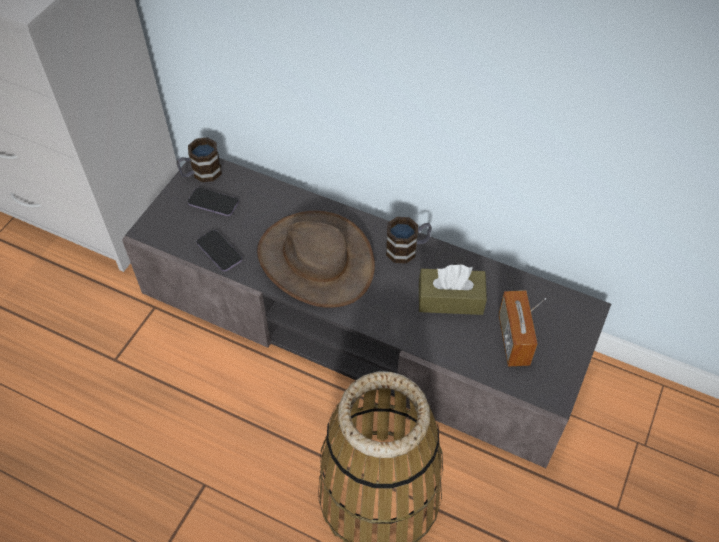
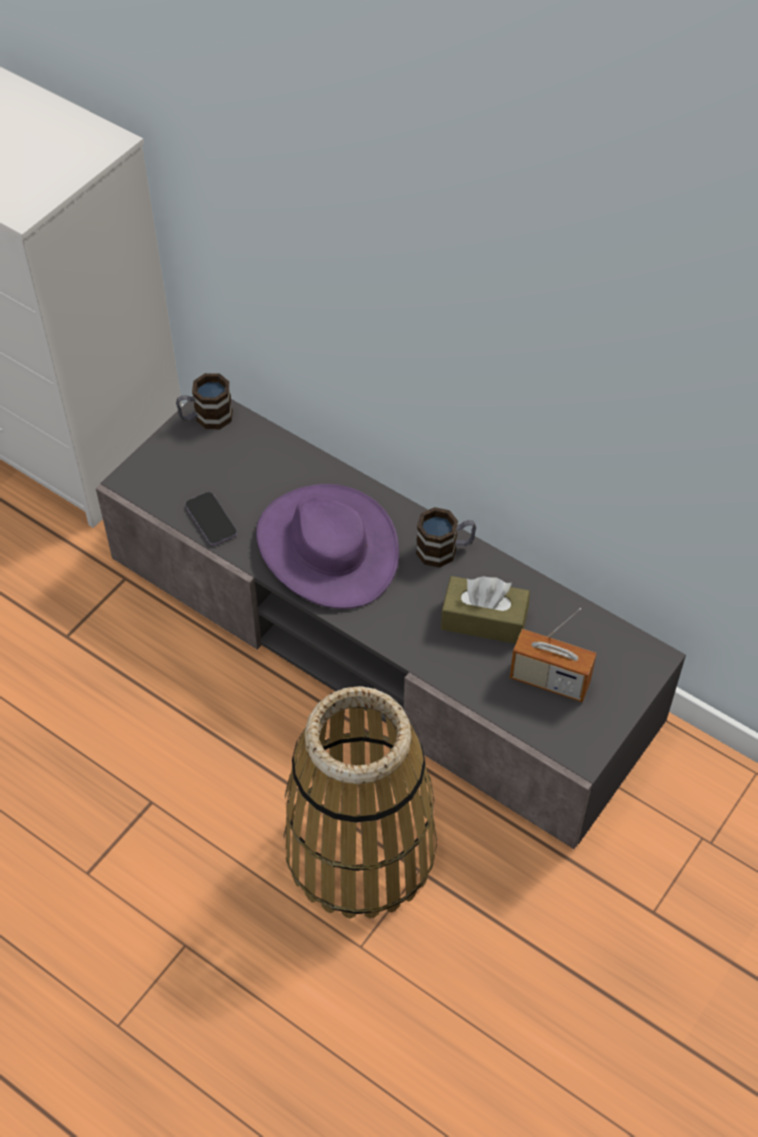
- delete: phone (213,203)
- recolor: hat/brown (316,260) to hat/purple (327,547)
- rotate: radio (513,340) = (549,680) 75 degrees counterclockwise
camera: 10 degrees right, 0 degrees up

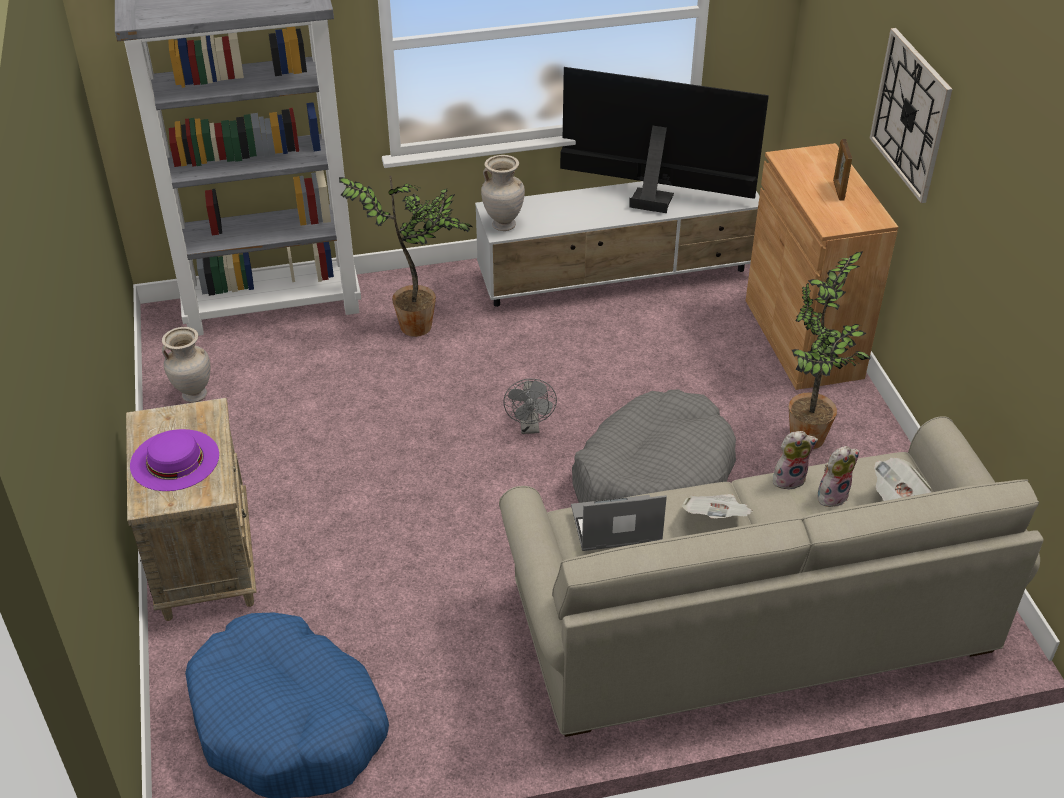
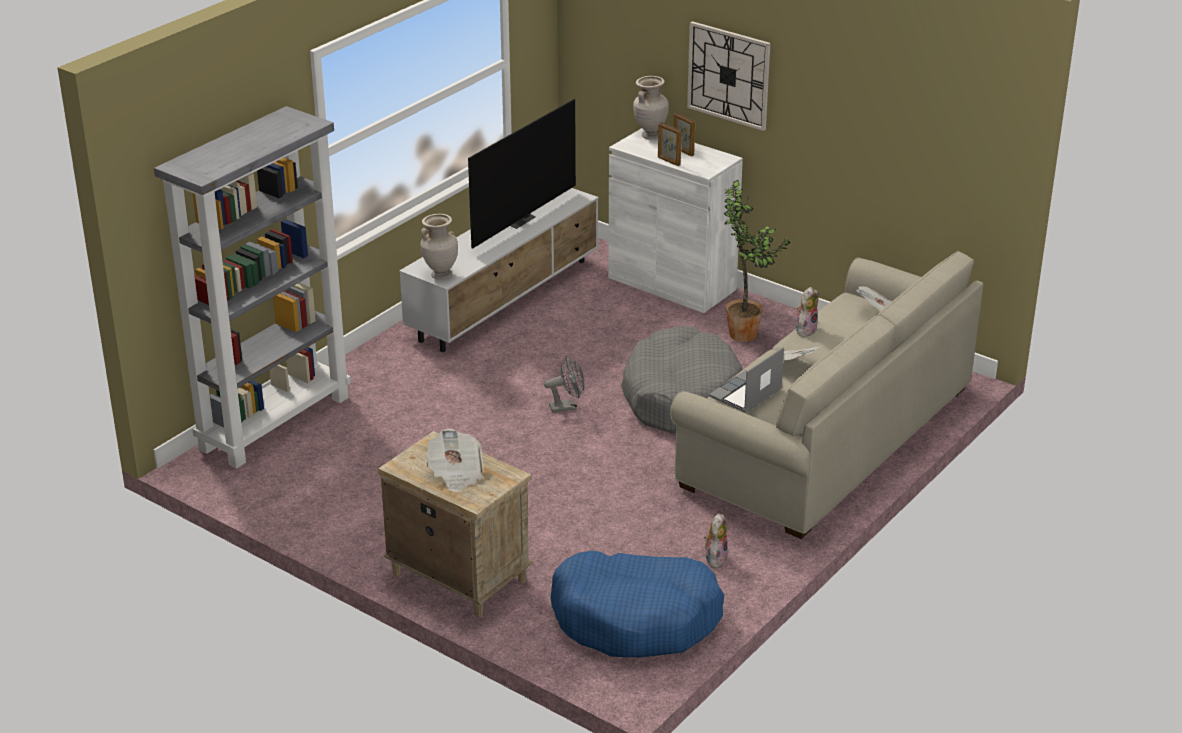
- delete: potted plant (421,325)
- insert: picture frame (668,161)
- move: vase/beige (194,395) to (650,135)
- move: plush toy (832,495) to (715,558)
- replace: hat/purple (174,460) to newspaper (455,474)
- recolor: cabinet/brown (803,338) to cabinet/white (672,284)
- rotate: fan/grey (530,427) = (567,407) 60 degrees counterclockwise
- rotate: television (652,196) = (518,219) 150 degrees clockwise
camera: 40 degrees left, 10 degrees down

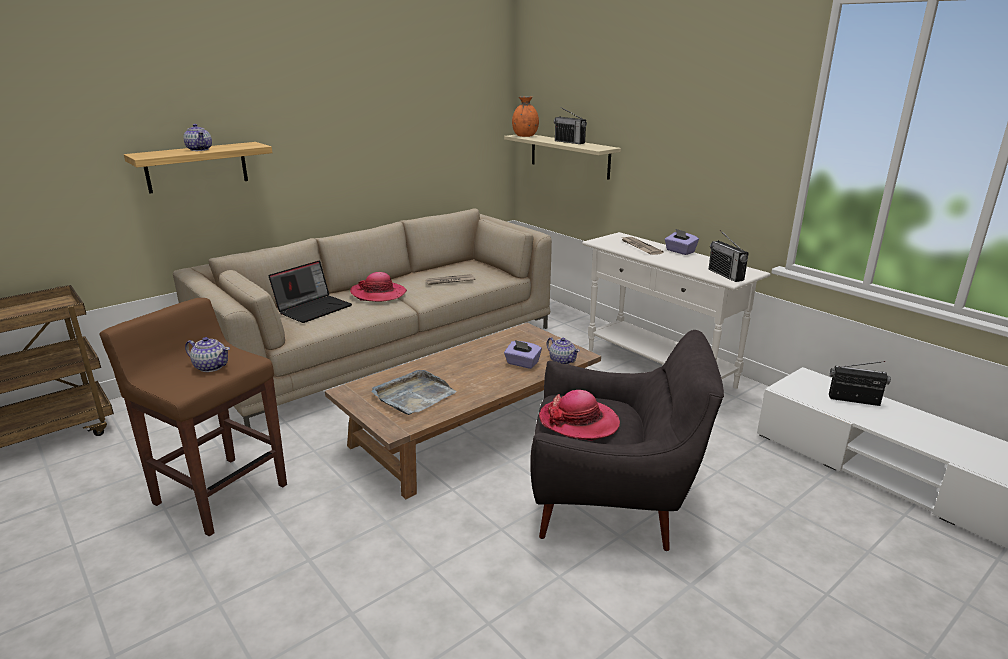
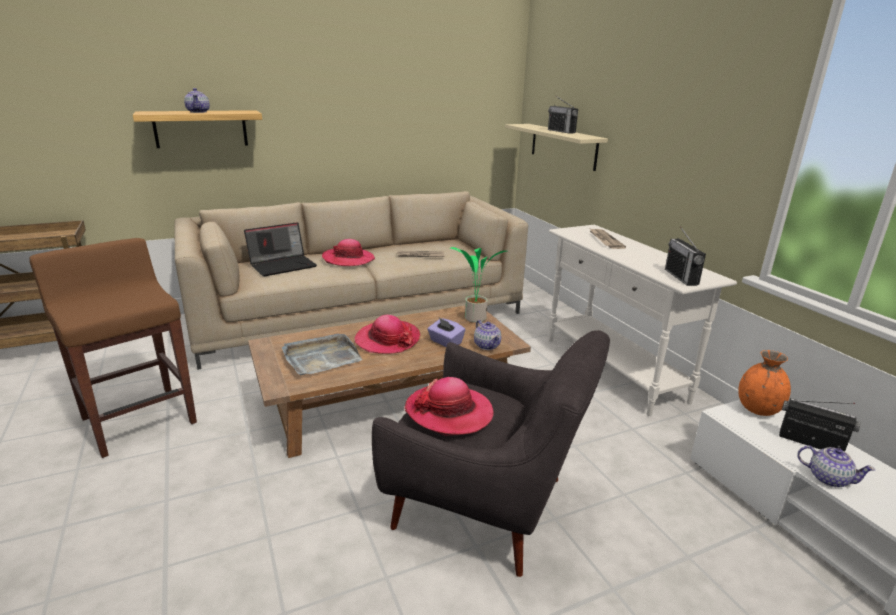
- delete: tissue box/purple (680,251)
- insert: hat (387,340)
- insert: potted plant (474,319)
- move: teapot (211,366) to (827,478)
- move: vase/orange (525,136) to (758,410)
camera: 15 degrees right, 0 degrees up

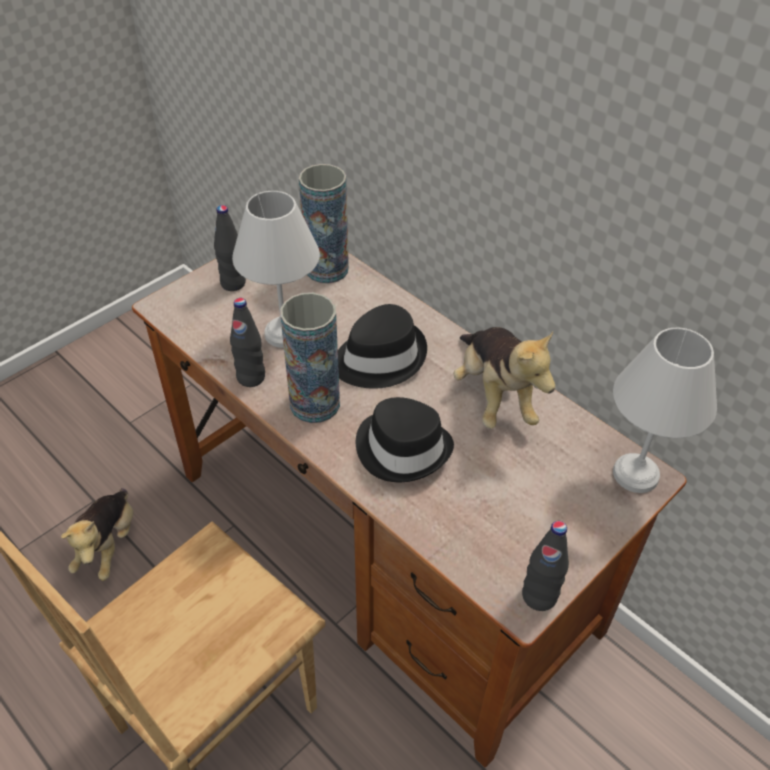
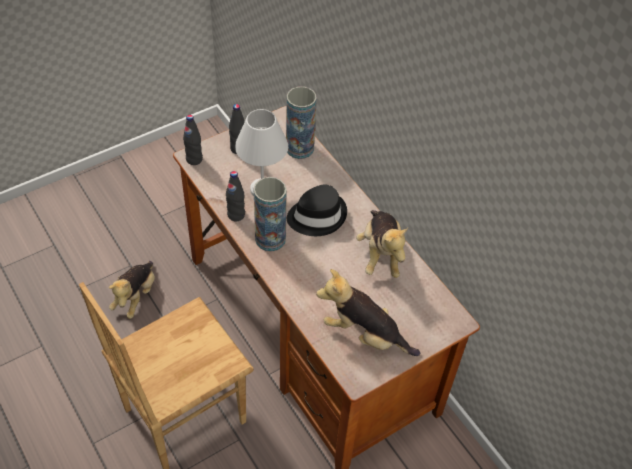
- delete: hat/black (403,448)
- delete: table lamp/white (636,472)
- insert: plush toy (364,334)
- move: bottle/black (539,596) to (194,159)
camera: 10 degrees right, 5 degrees up

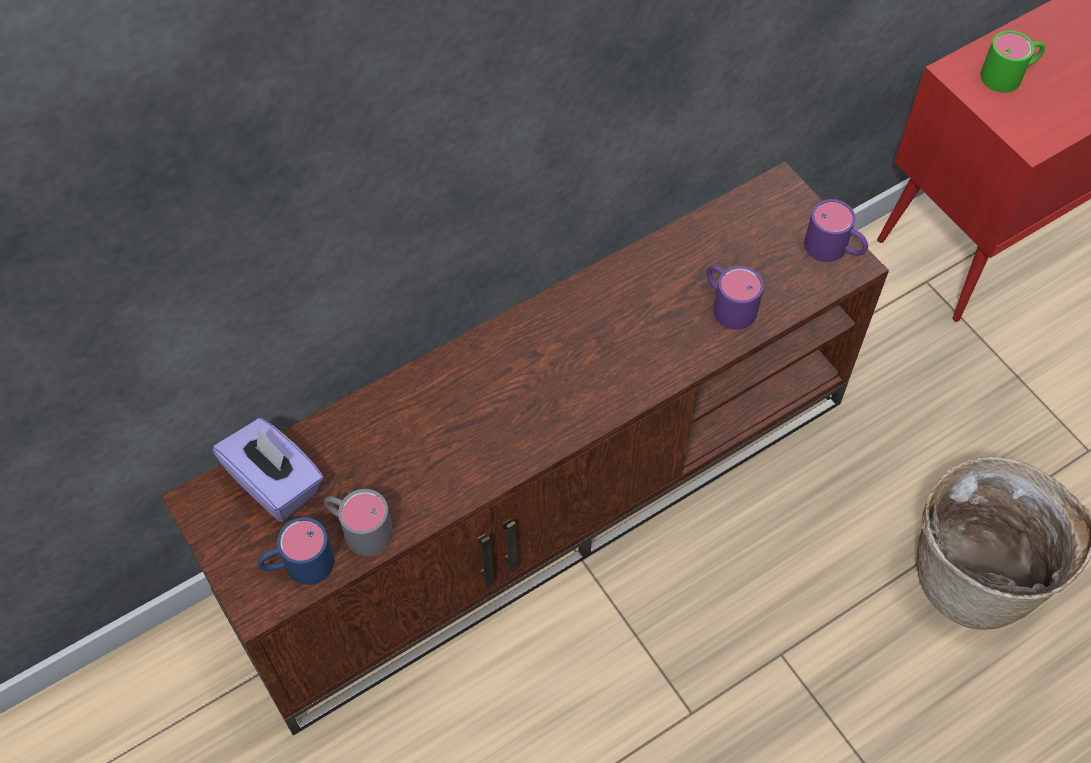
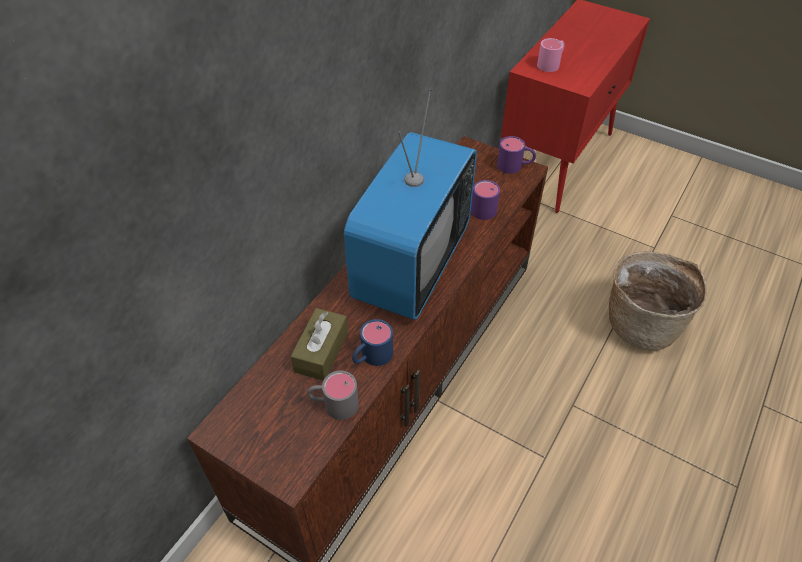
- delete: tissue box/purple (275,483)
- insert: tissue box/brown (321,351)
- insert: television (411,264)
- move: mug/blue (298,565) to (371,357)
- recolor: mug/green (1009,74) to mug/pink (551,64)
camera: 25 degrees left, 10 degrees down

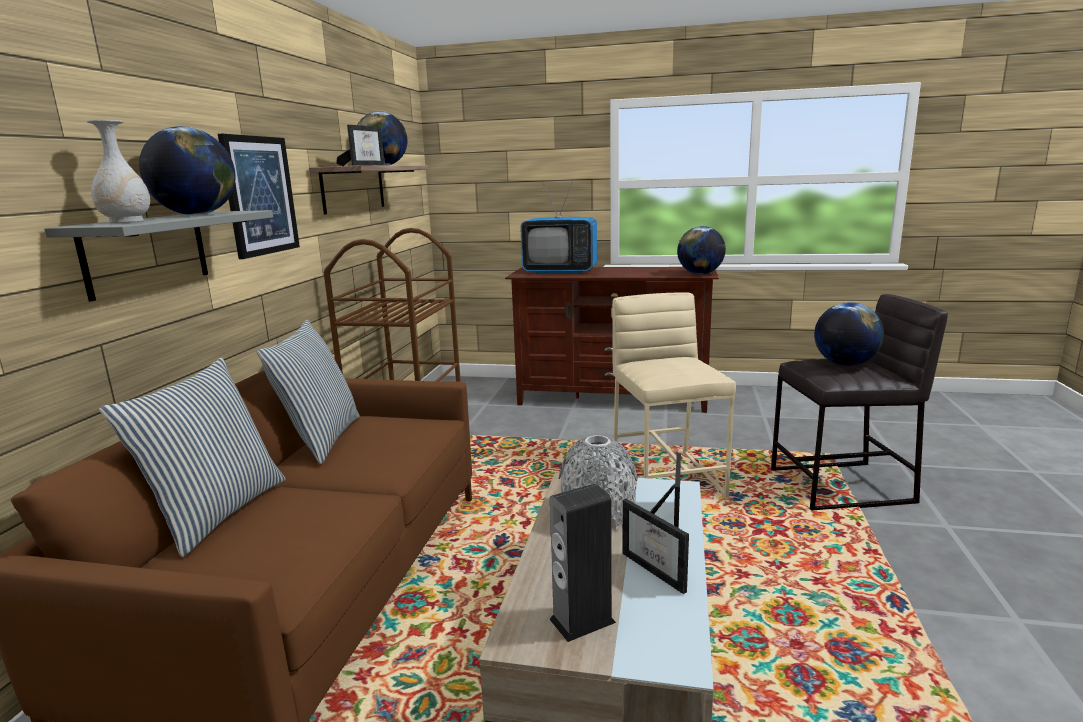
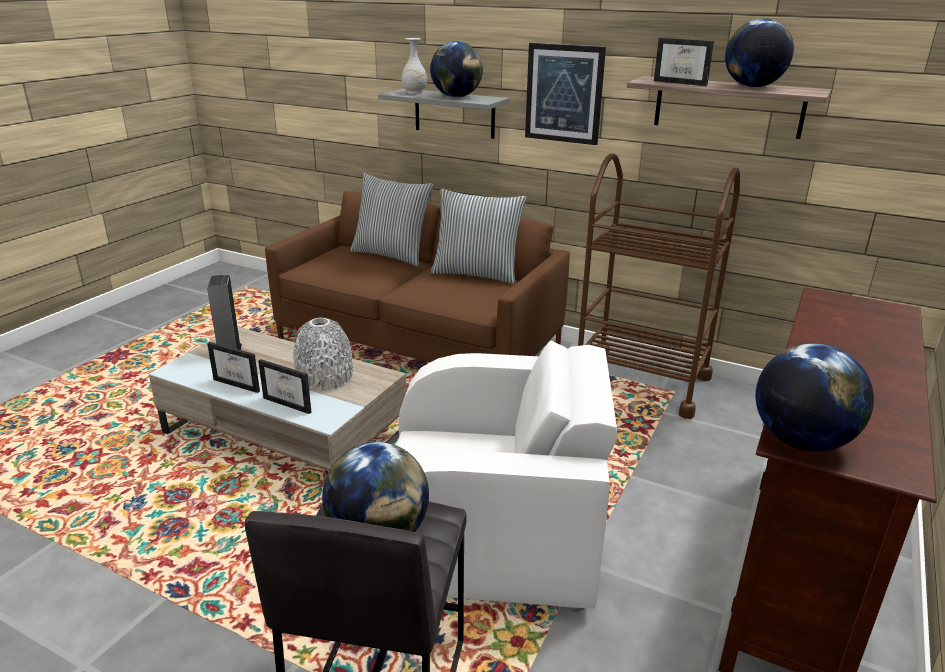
- delete: television (560,272)
- replace: stool/beige (667,478) to armchair/white (490,533)
- rotate: picture frame (660,569) = (241,383) 135 degrees counterclockwise
camera: 105 degrees right, 10 degrees up

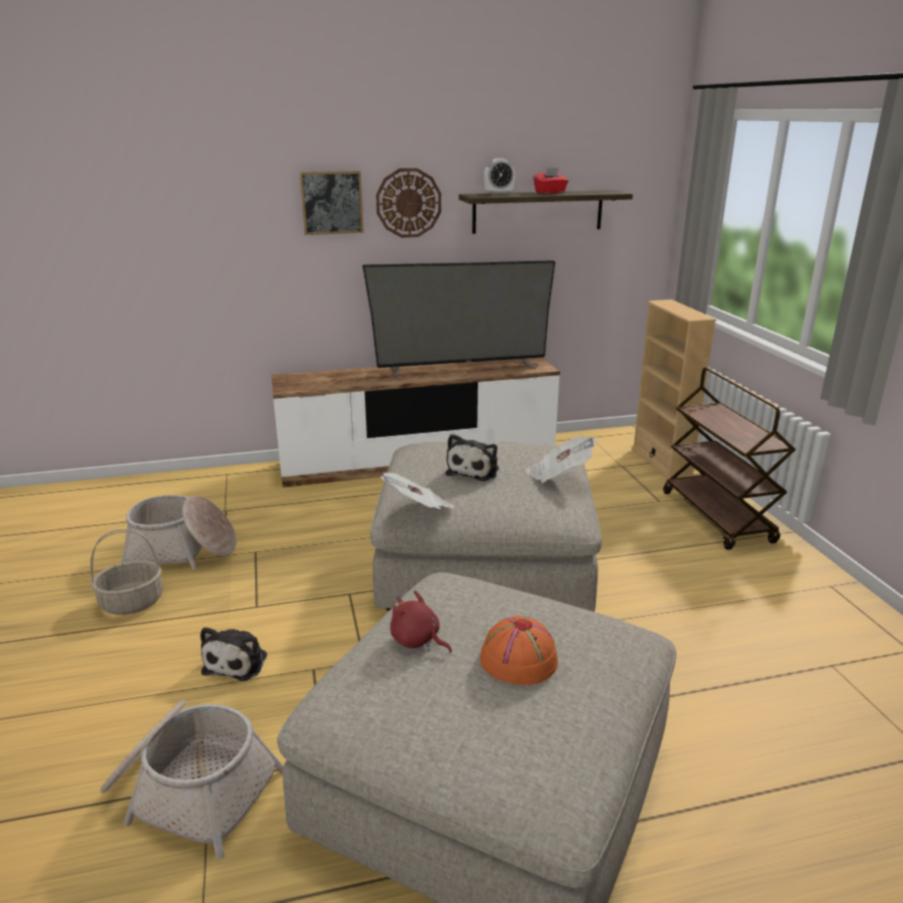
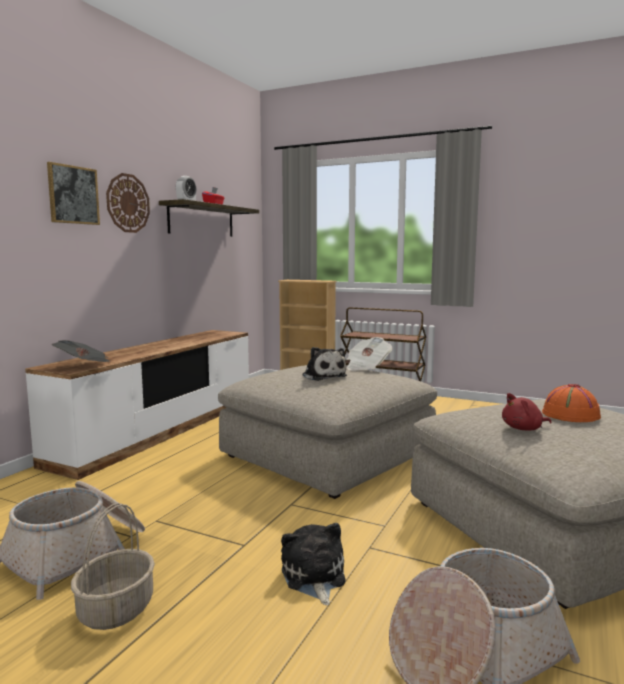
- delete: television (461,368)
- move: newspaper (418,508) to (84,366)
- rotate: plush toy (238,661) = (313,577) 150 degrees counterclockwise
camera: 50 degrees left, 15 degrees down

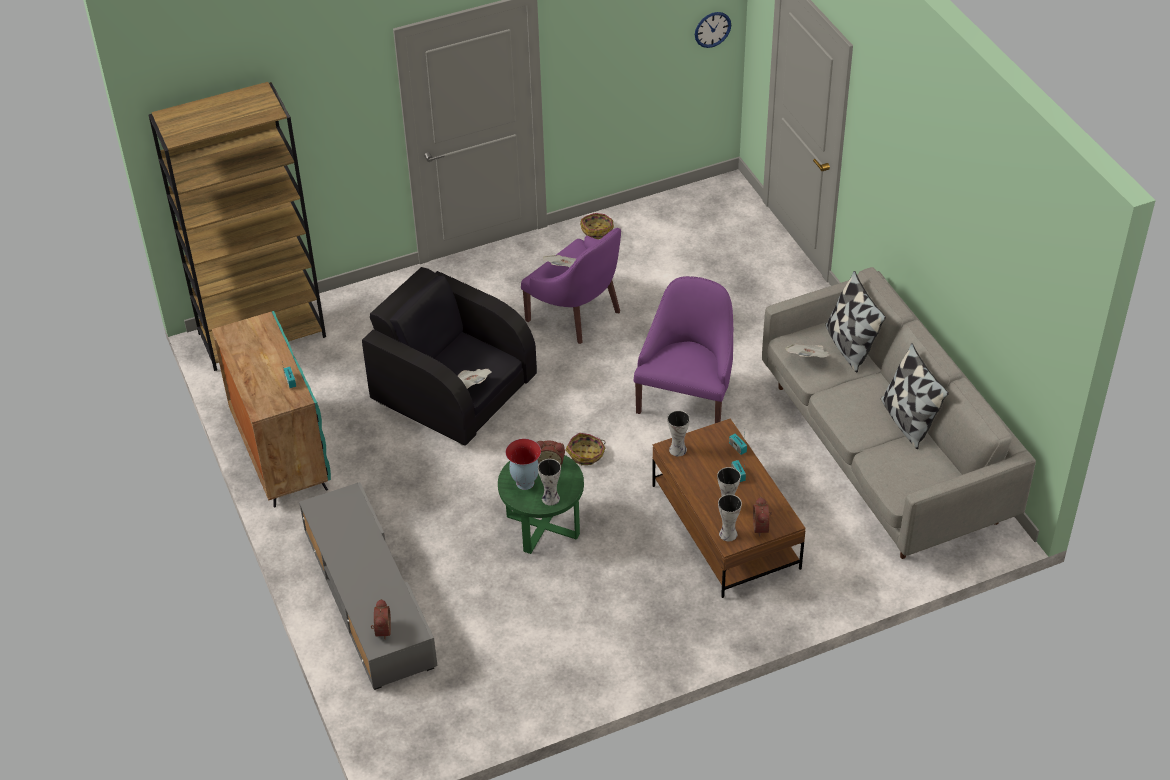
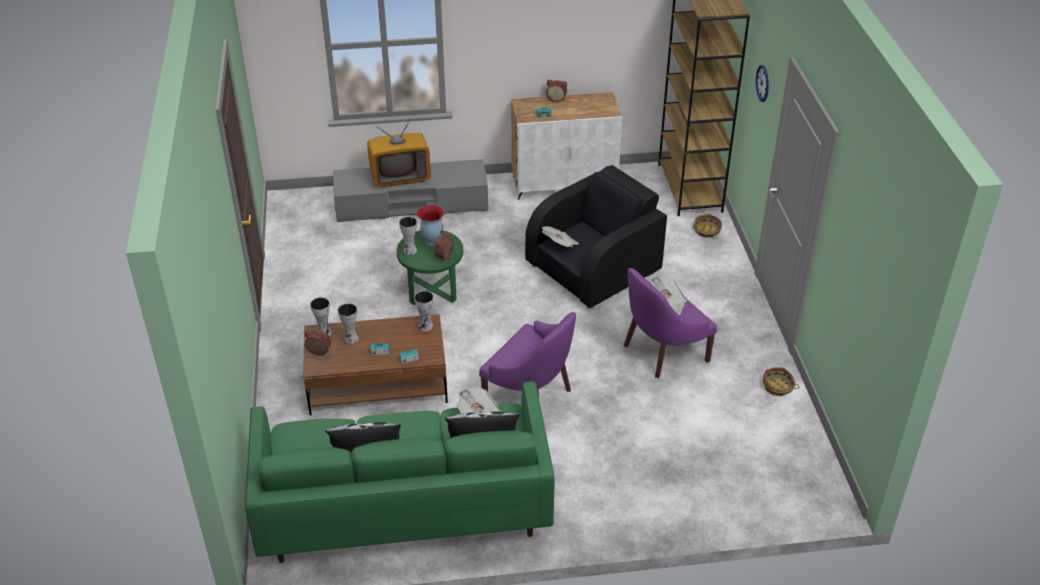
- insert: television (400,175)
- move: alarm clock (381,630) to (556,99)
- move: basket (586,454) to (706,231)
- move: wall clock (712,29) to (762,83)
- recolor: cabinet/turquoise (280,451) to cabinet/white (564,183)
- recolor: sofa/grey (883,454) to sofa/green (403,507)
camera: 105 degrees right, 5 degrees down

